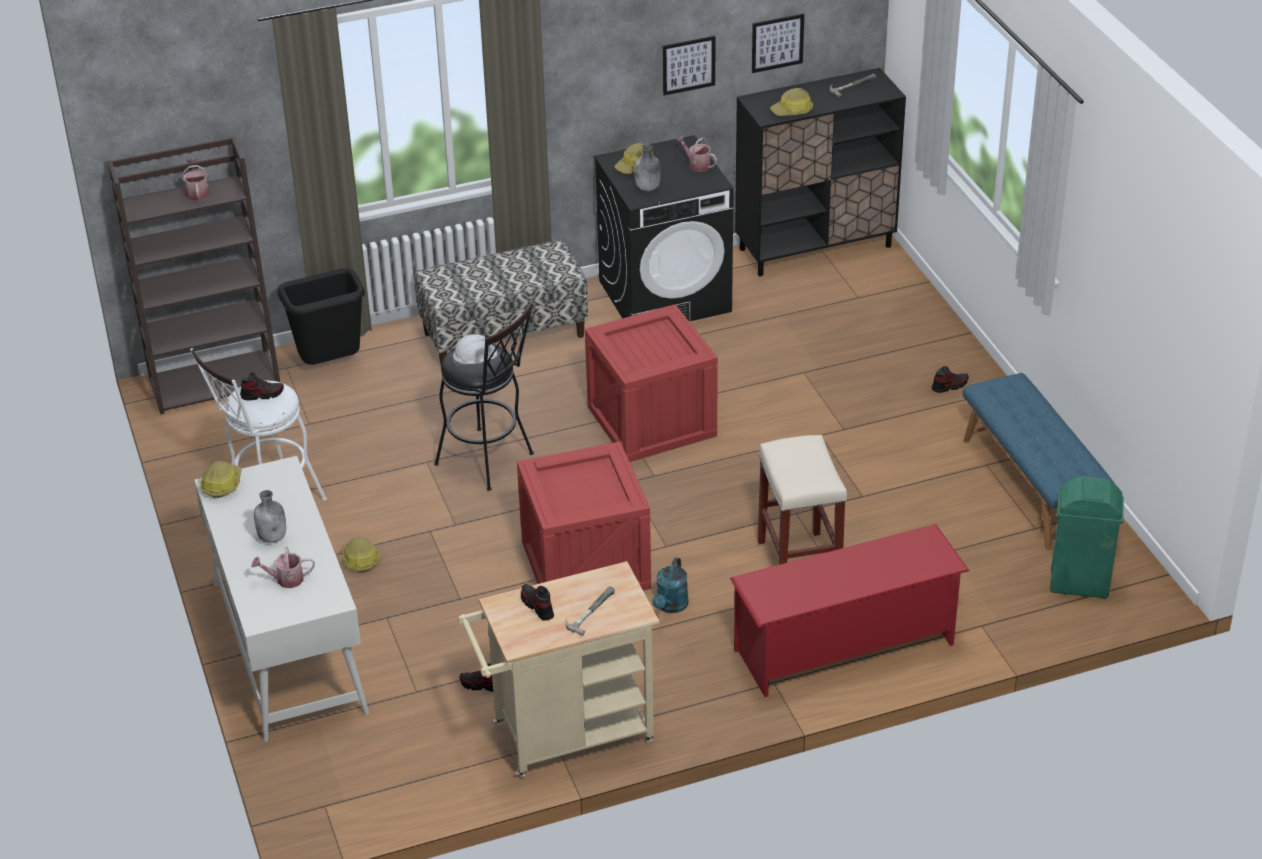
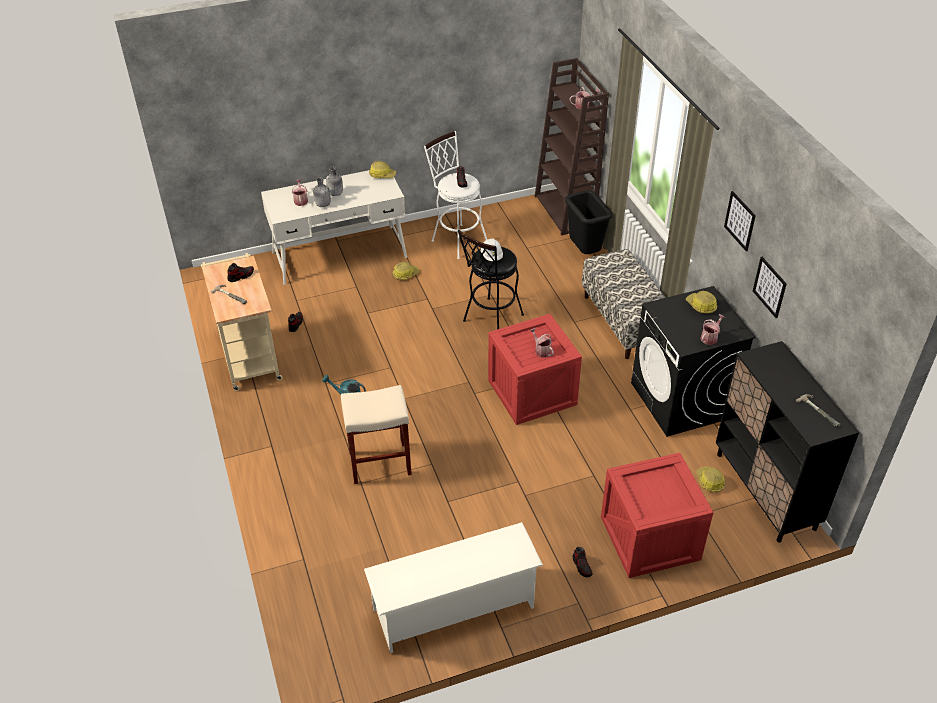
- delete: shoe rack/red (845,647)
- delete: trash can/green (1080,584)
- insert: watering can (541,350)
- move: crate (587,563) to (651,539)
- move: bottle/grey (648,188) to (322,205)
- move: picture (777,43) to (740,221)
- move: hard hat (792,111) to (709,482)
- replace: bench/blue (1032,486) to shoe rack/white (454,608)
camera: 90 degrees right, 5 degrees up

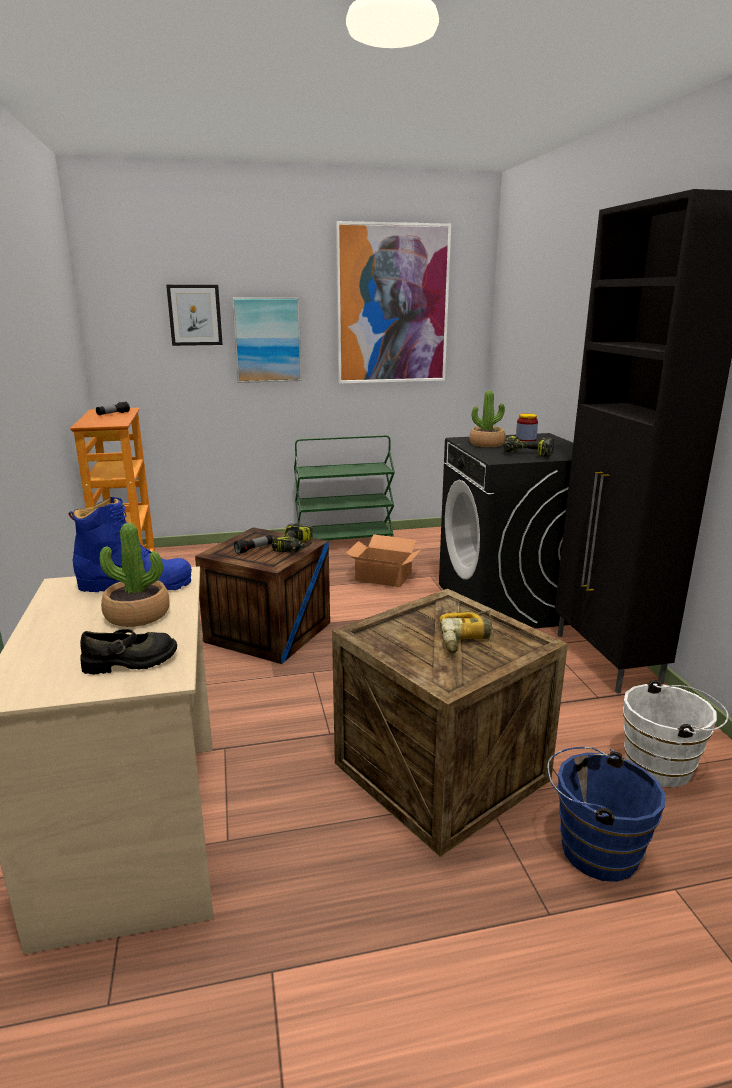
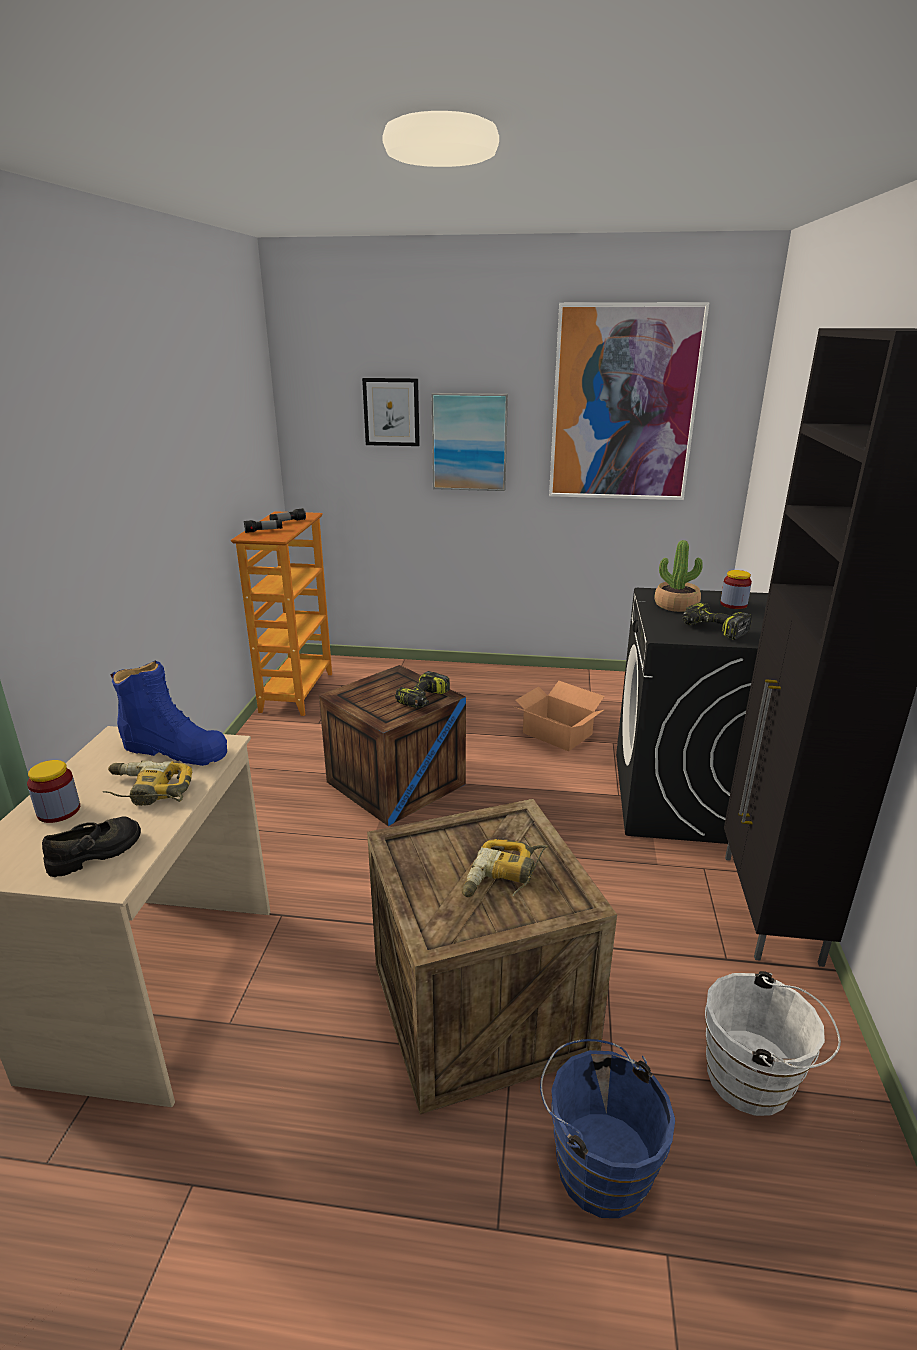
- delete: cart/green (344,542)
- insert: jar (59,811)
- move: flashlight (254,549) to (263,531)
- replace: potted plant (137,615) to power drill (147,792)
- rotate: shoe/black (131,662) = (96,853) 45 degrees counterclockwise
camera: 20 degrees right, 5 degrees up

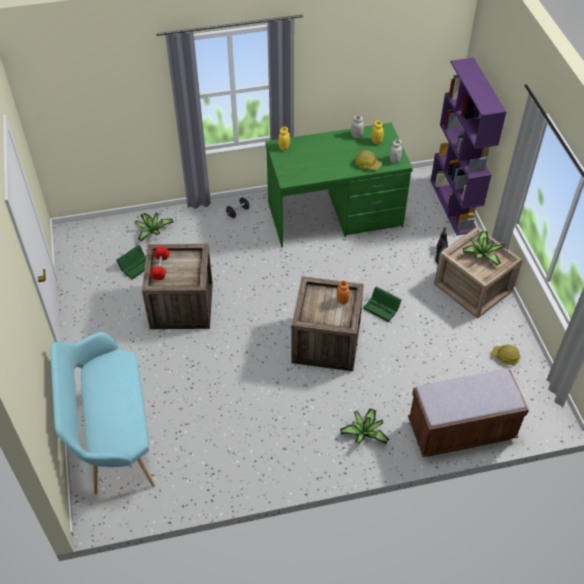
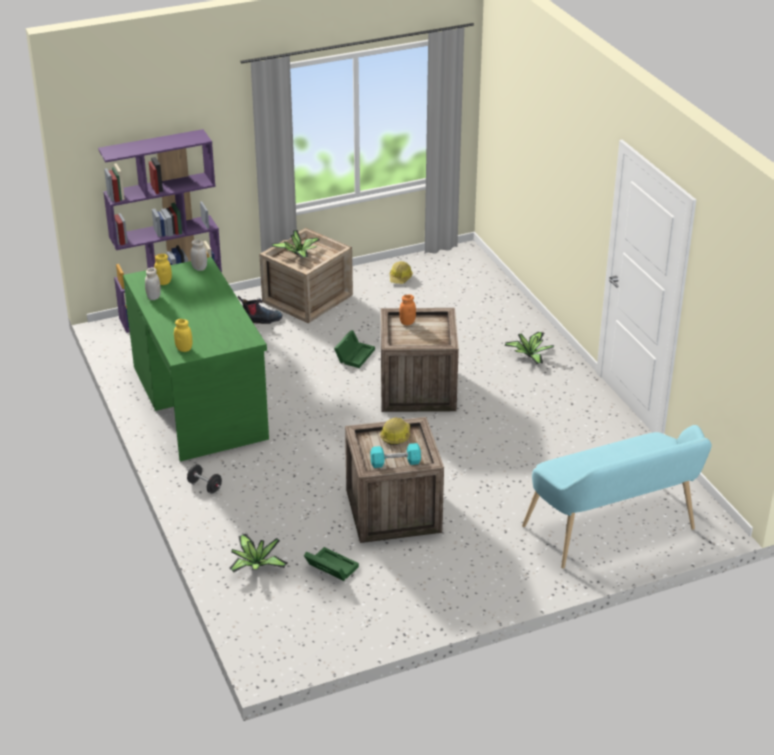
- delete: bench/brown (461,430)
- move: hard hat (367,164) to (395,436)
- recolor: dumbbell/red (160,267) to dumbbell/turquoise (395,462)
camera: 100 degrees left, 15 degrees down

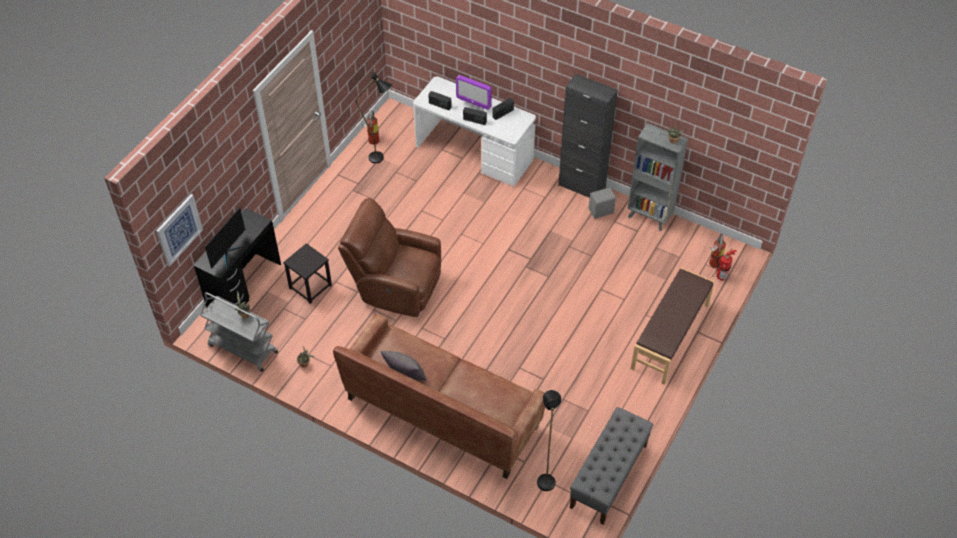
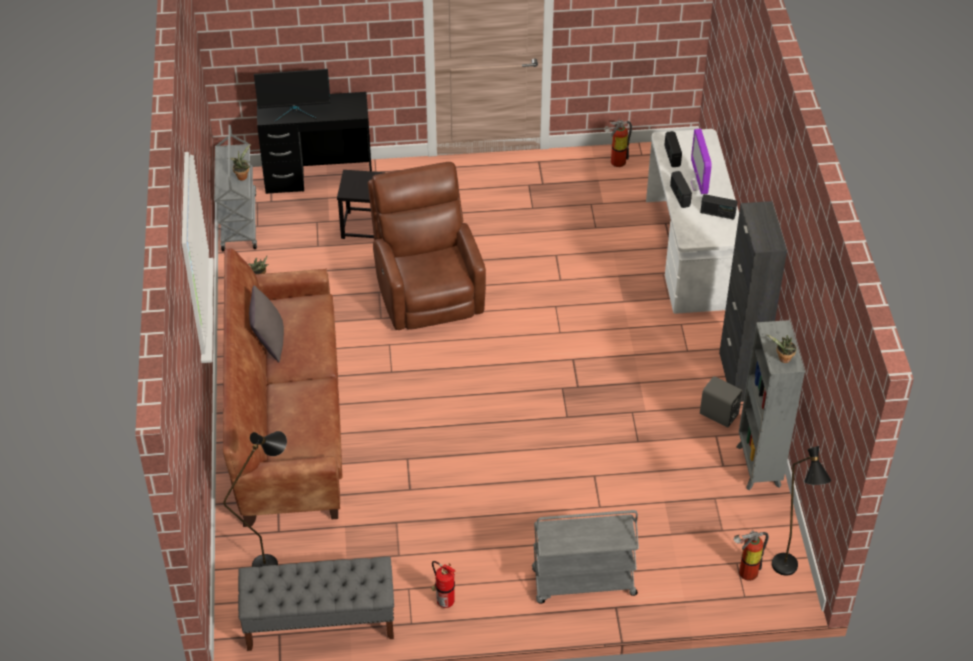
- delete: picture (179,229)
- move: floor lamp/black (381,159) to (788,573)
- move: fire extinguisher (720,277) to (443,601)
- replace: bench/brown (671,337) to cart/grey (583,583)
camera: 55 degrees right, 5 degrees down

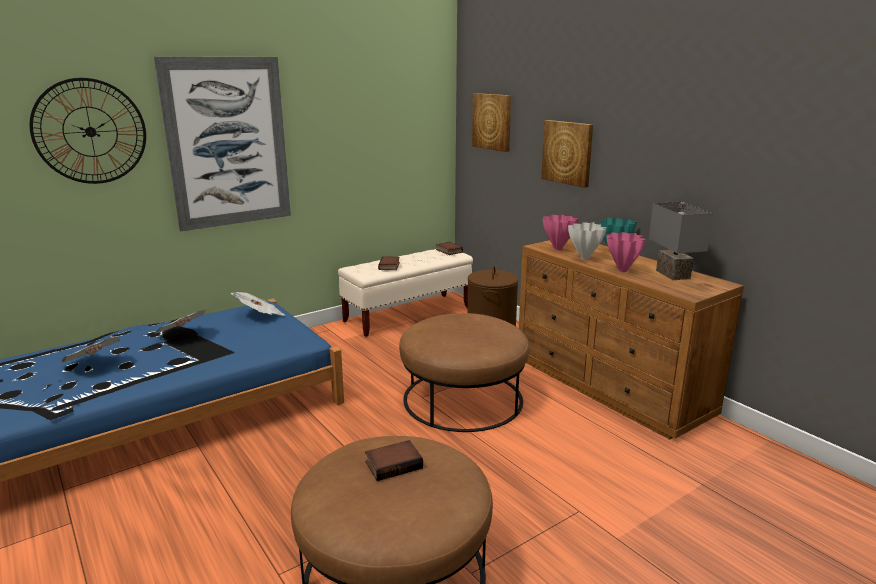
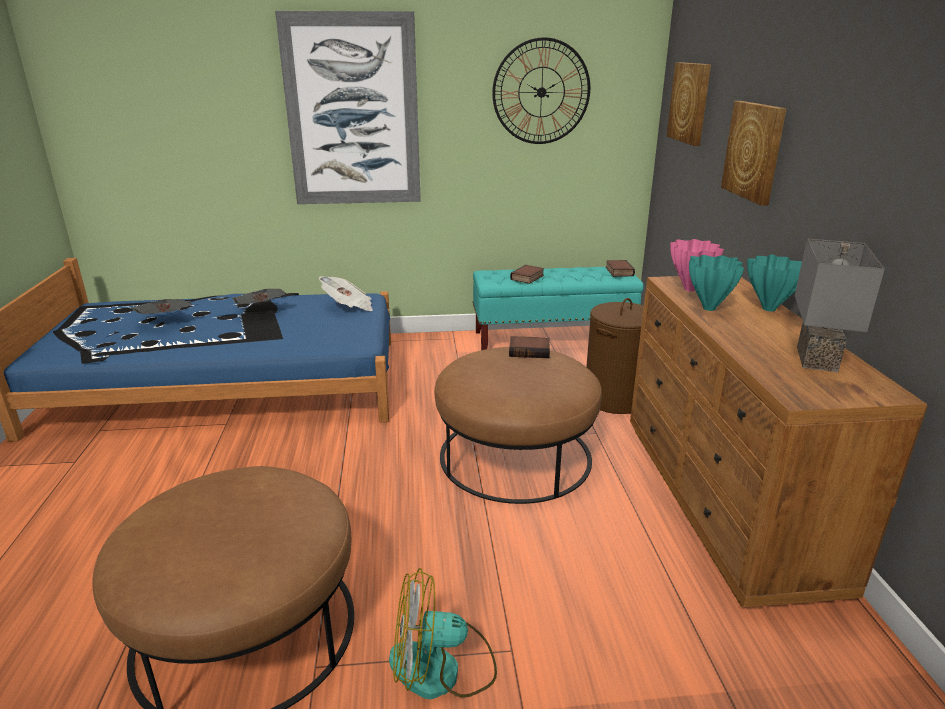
- delete: vase/pink (622,270)
- insert: fan (441,668)
- move: wall clock (90,131) to (541,92)
- move: book (394,464) to (530,351)
- recolor: bench/beige (408,315) to bench/turquoise (552,340)
- recolor: vase/white (584,258) to vase/turquoise (708,308)
camera: 30 degrees right, 5 degrees up

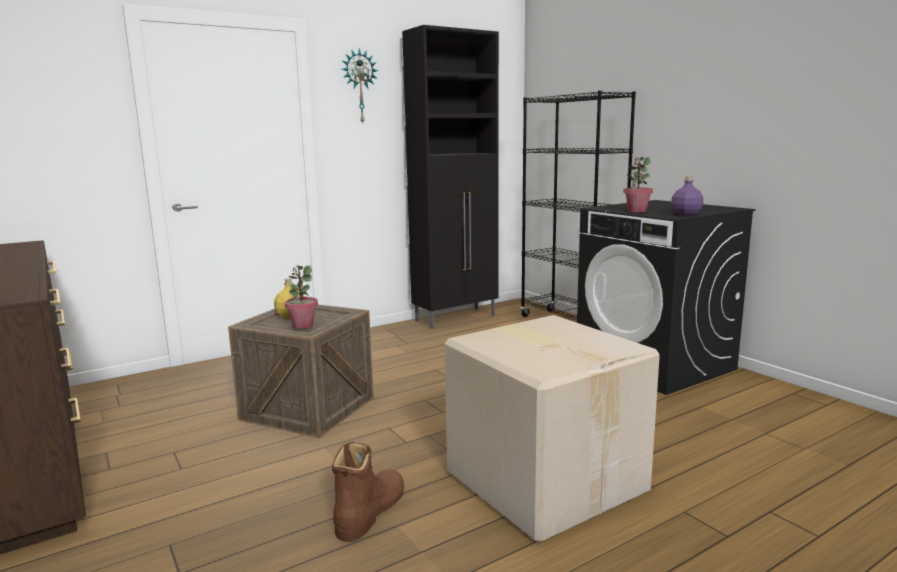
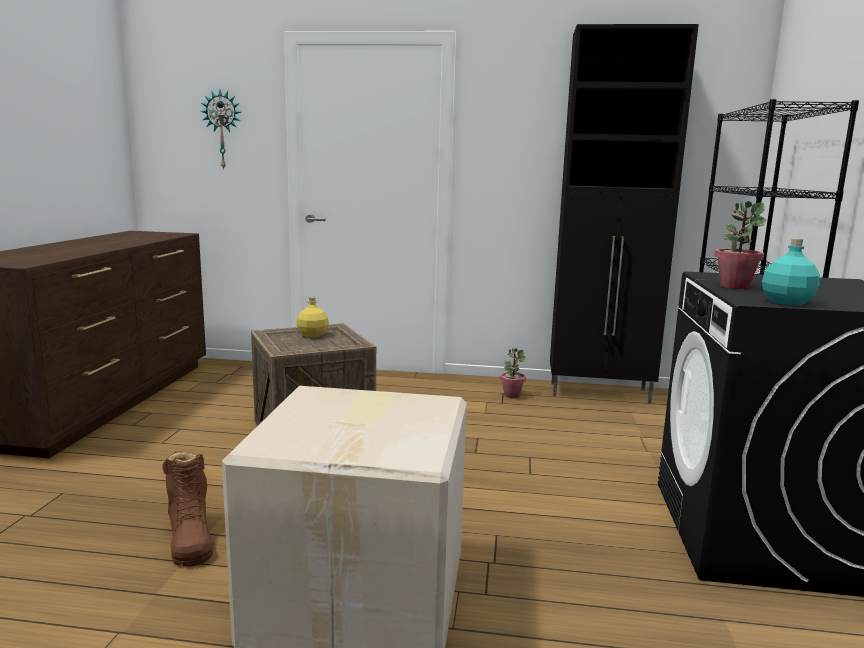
- move: potted plant (302,325) to (511,395)
- move: wall clock (359,87) to (223,130)
- recolor: bottle/purple (686,214) to bottle/turquoise (787,302)
- rotate: boot/brown (370,511) = (190,538) 90 degrees clockwise
camera: 40 degrees right, 0 degrees up

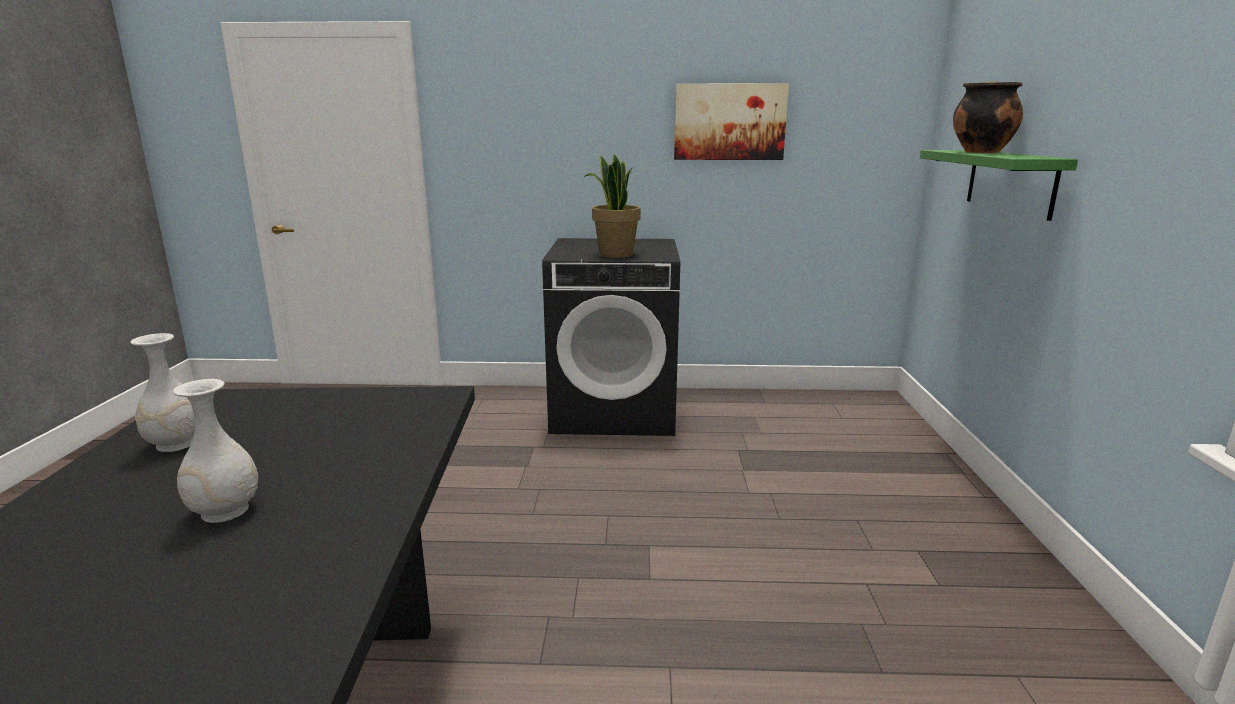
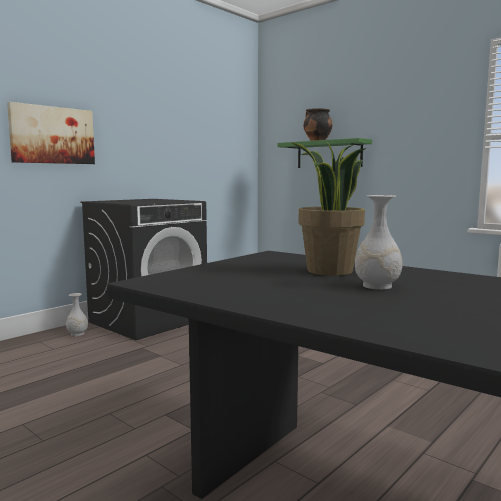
- move: vase/white (175,444) to (77,334)
- move: potted plant (615,254) to (328,271)
- move: picture (729,122) to (52,135)
camera: 50 degrees left, 10 degrees down

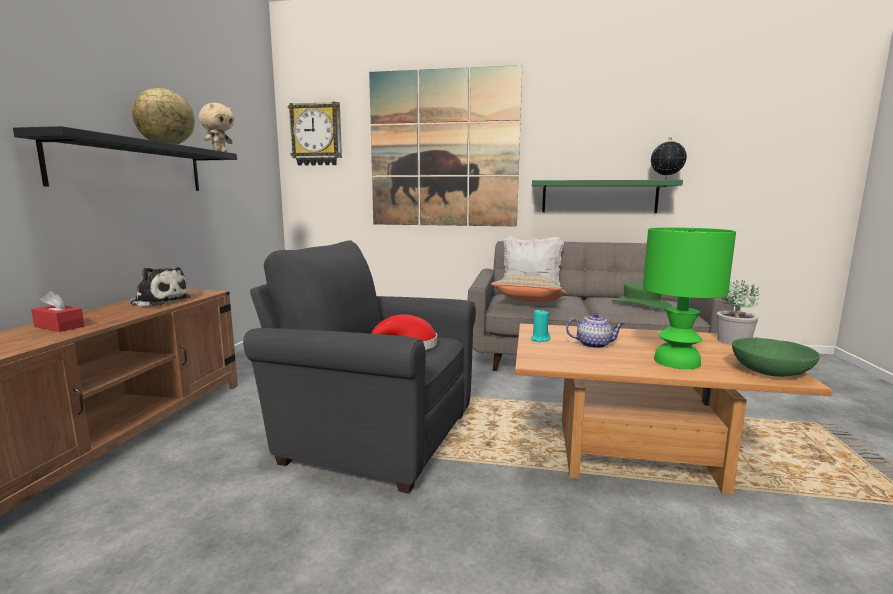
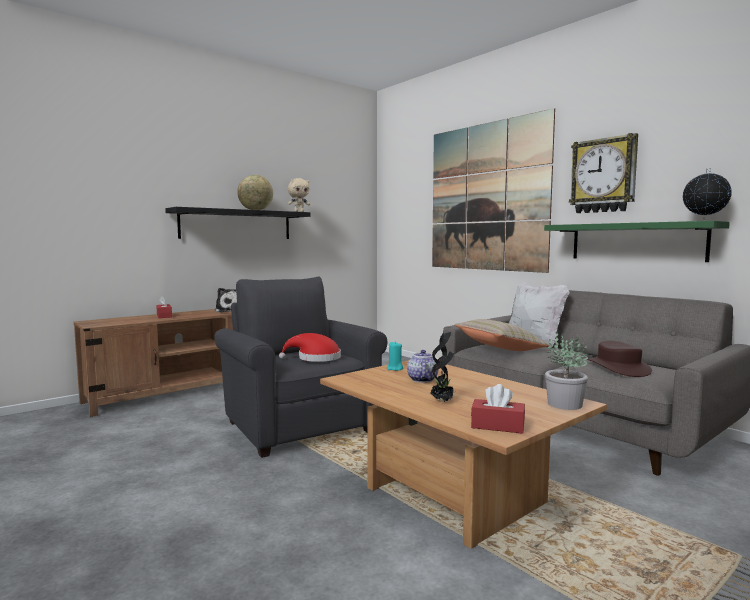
- move: wall clock (316,134) to (603,175)
- replace: table lamp/green (675,361) to potted plant (443,401)
- replace: bowl/green (771,372) to tissue box/red (497,426)
- recolor: hat/green (641,304) to hat/brown (618,368)
- rotate: teapot (594,345) = (422,379) 135 degrees counterclockwise
camera: 40 degrees right, 5 degrees down

